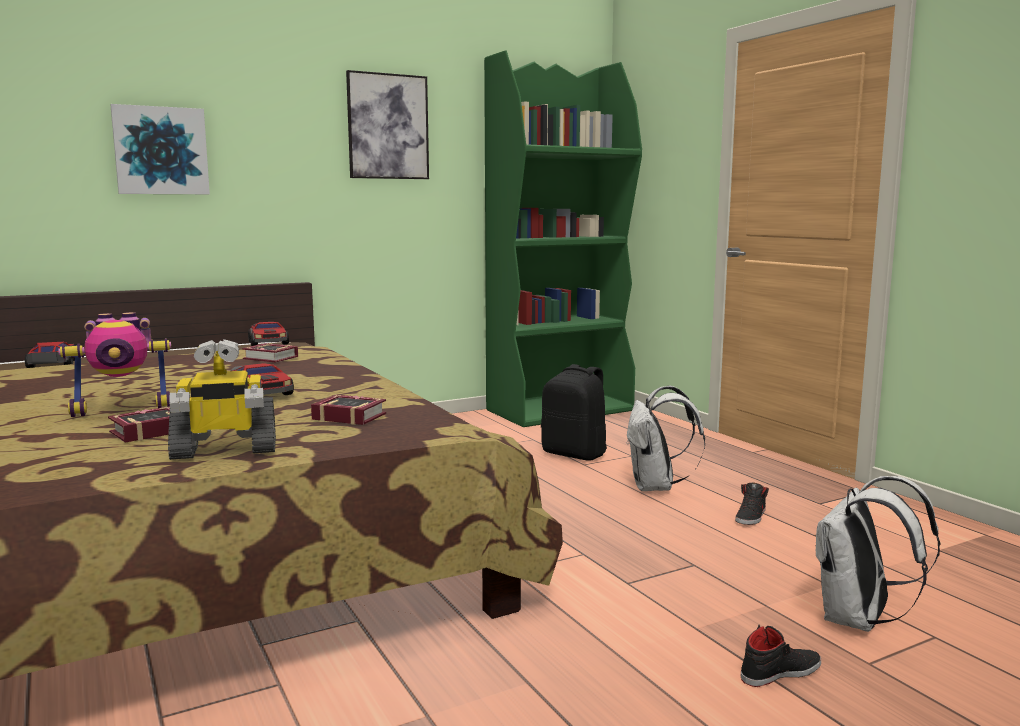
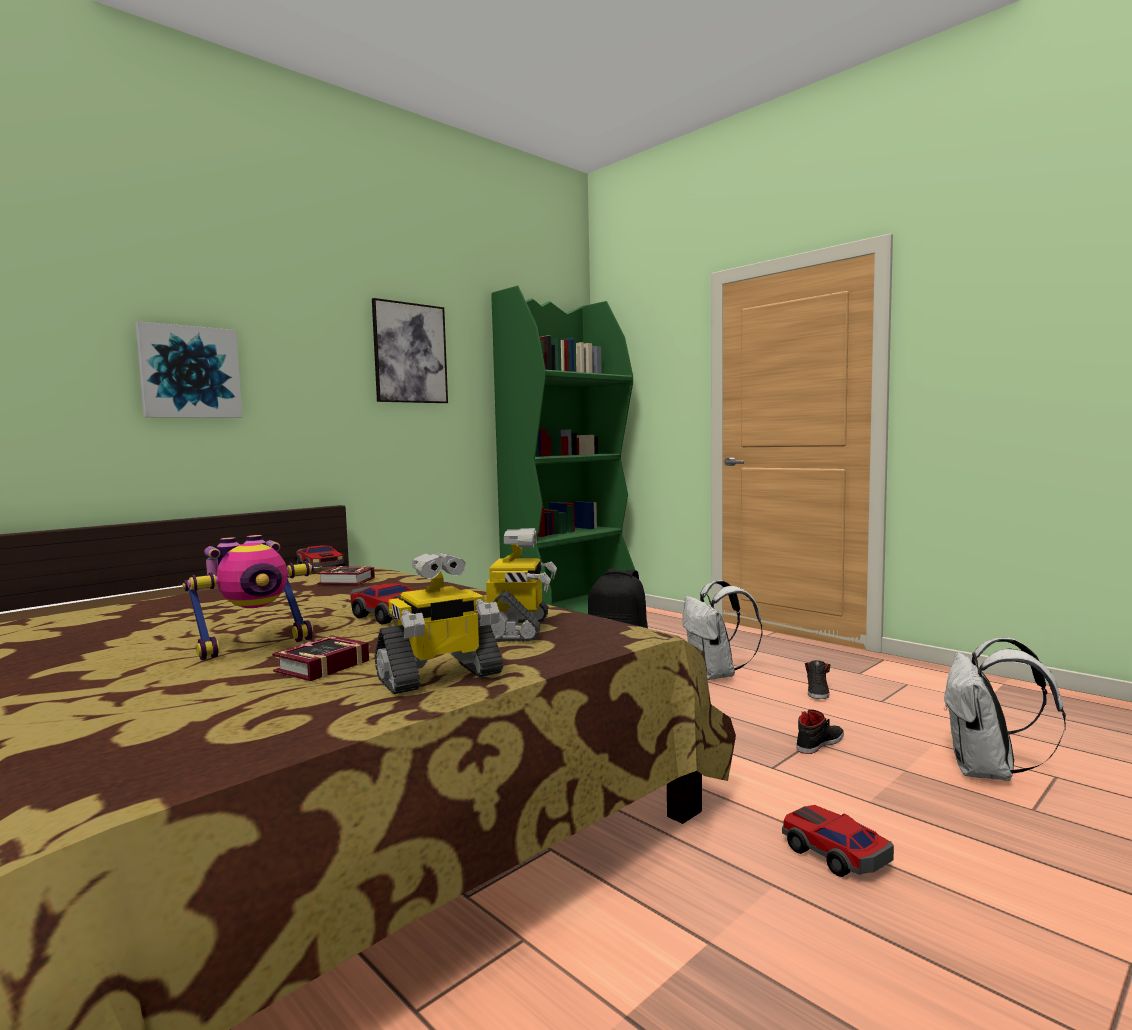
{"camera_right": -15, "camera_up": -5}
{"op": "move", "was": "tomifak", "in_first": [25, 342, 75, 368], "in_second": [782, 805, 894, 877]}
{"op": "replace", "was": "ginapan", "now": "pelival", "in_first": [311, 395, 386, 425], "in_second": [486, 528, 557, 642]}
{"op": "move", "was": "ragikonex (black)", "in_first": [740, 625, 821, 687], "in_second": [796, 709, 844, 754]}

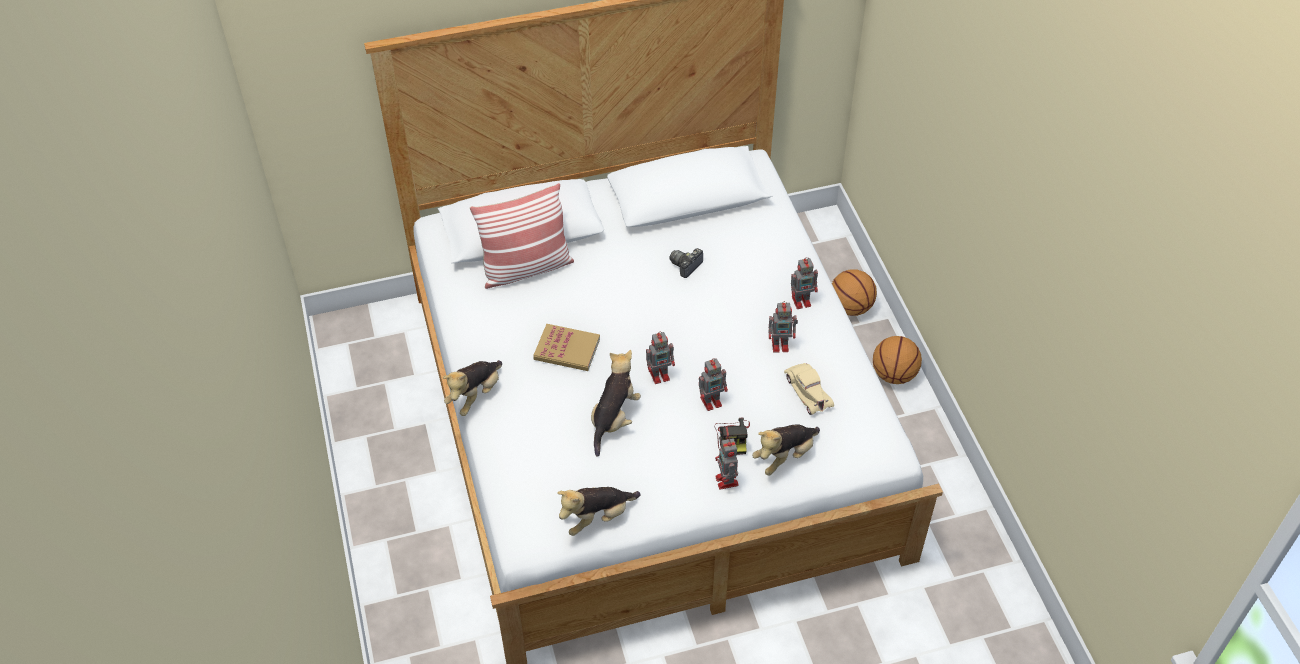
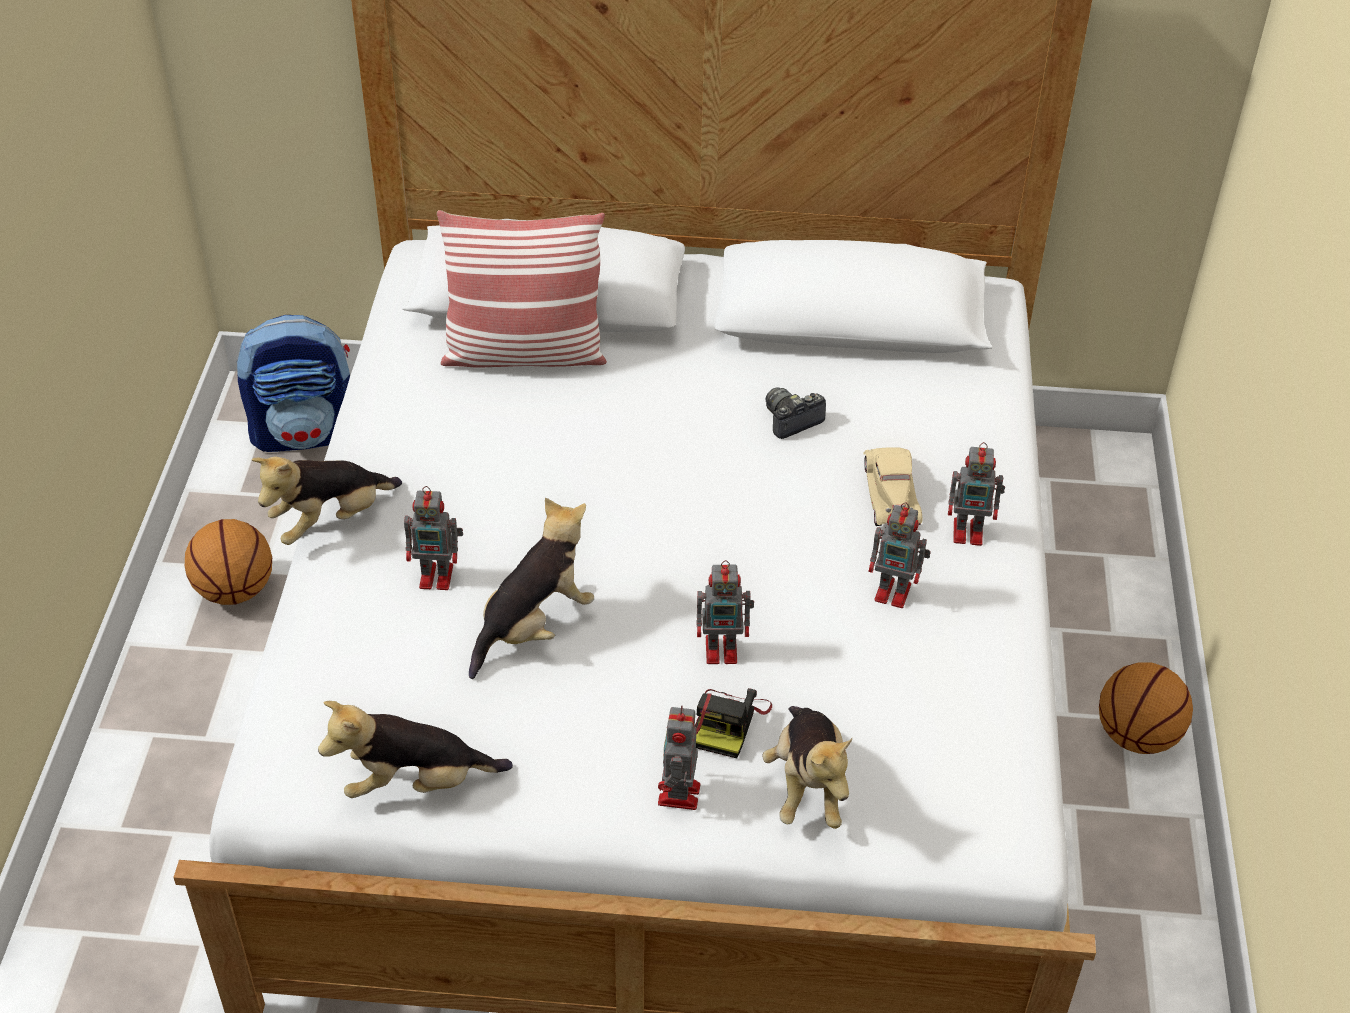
{"camera_right": 20, "camera_up": -5}
{"op": "move", "was": "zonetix", "in_first": [832, 269, 877, 316], "in_second": [185, 519, 272, 605]}
{"op": "delete", "was": "ginapan", "in_first": [533, 324, 600, 371]}
{"op": "move", "was": "pelival", "in_first": [646, 332, 675, 384], "in_second": [404, 486, 463, 590]}
{"op": "move", "was": "tomifak (beige)", "in_first": [784, 363, 834, 415], "in_second": [863, 447, 922, 526]}
{"op": "rotate", "was": "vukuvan", "in_first": [752, 424, 820, 475], "in_second": [762, 706, 852, 829], "clockwise": -75}
{"op": "insert", "now": "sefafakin", "in_second": [236, 315, 350, 452]}

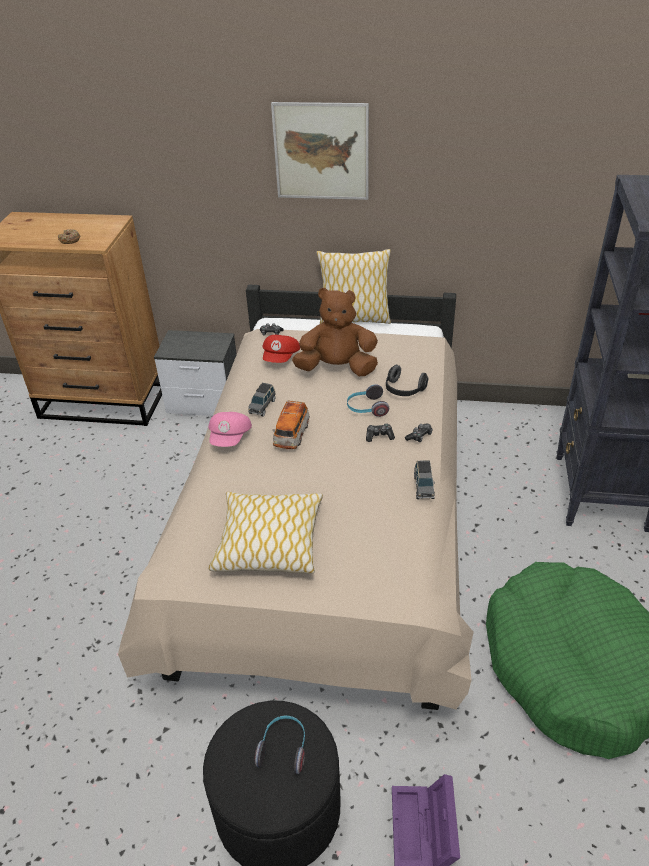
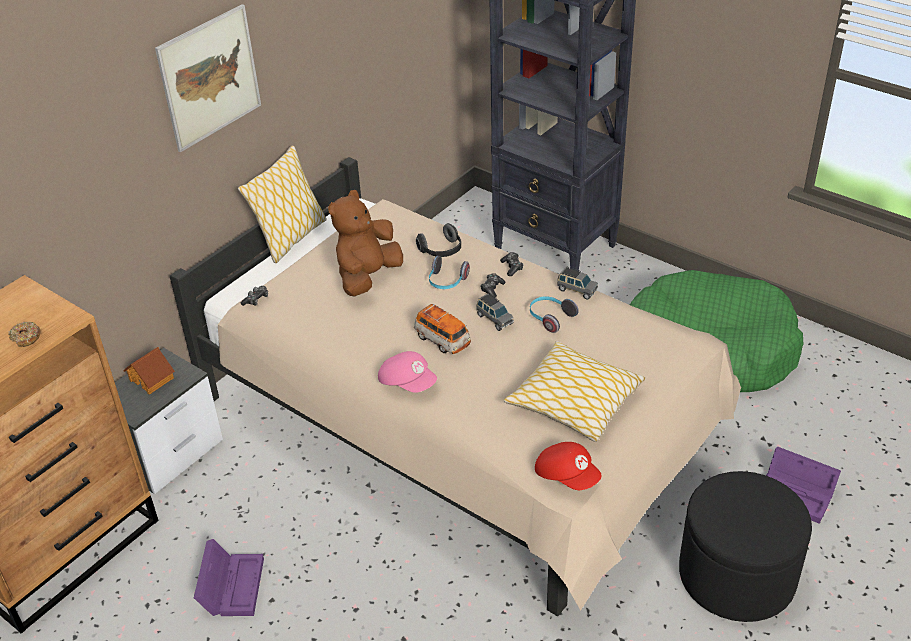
{"camera_right": -60, "camera_up": 0}
{"op": "move", "was": "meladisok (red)", "in_first": [262, 335, 300, 363], "in_second": [535, 442, 602, 490]}
{"op": "move", "was": "tomifak (grey)", "in_first": [248, 383, 276, 417], "in_second": [476, 293, 514, 331]}
{"op": "move", "was": "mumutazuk", "in_first": [255, 716, 305, 774], "in_second": [530, 296, 579, 333]}
{"op": "insert", "now": "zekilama", "in_second": [123, 347, 175, 394]}
{"op": "insert", "now": "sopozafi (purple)", "in_second": [194, 539, 264, 616]}

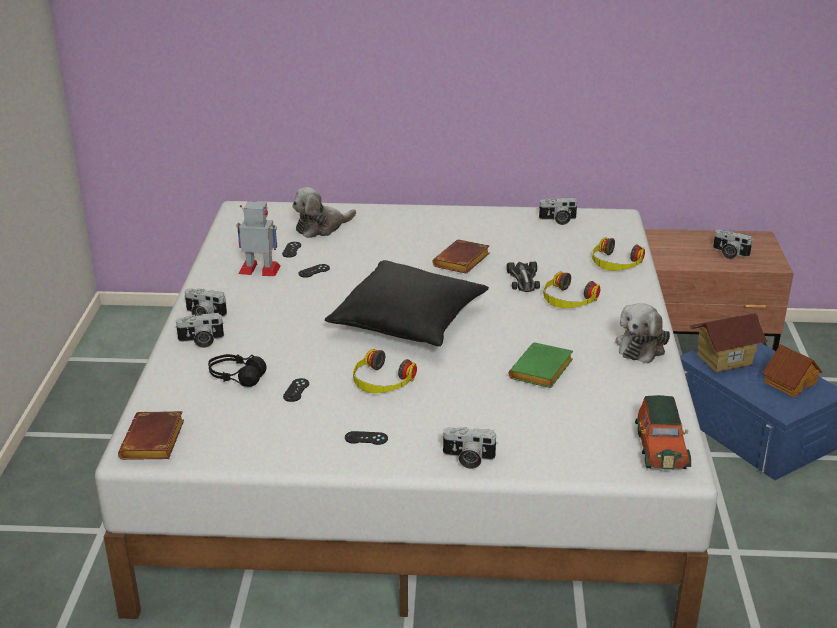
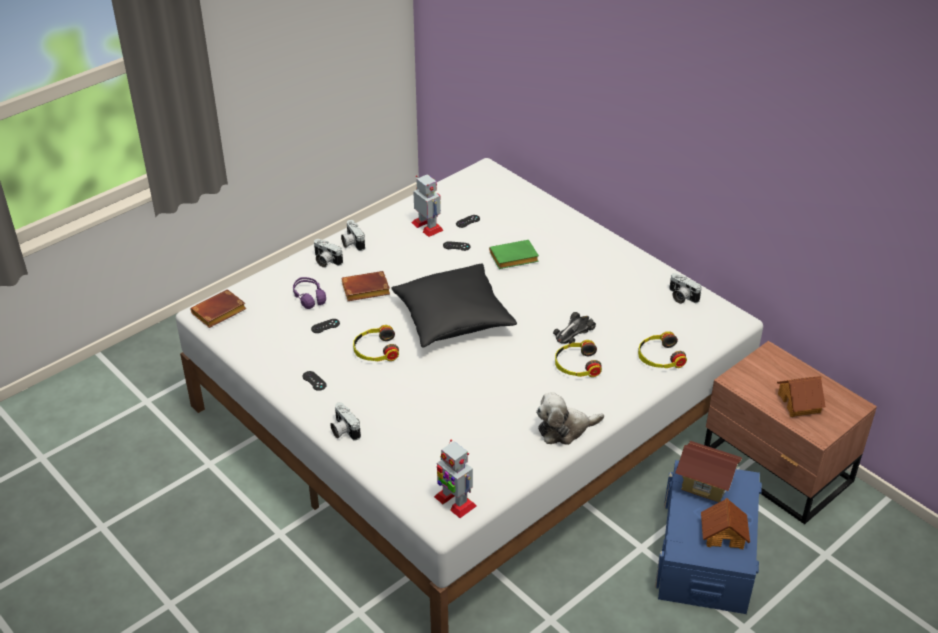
{"camera_right": 45, "camera_up": 10}
{"op": "delete", "was": "vukuvan", "in_first": [292, 187, 356, 238]}
{"op": "replace", "was": "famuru", "now": "zekilama", "in_first": [713, 230, 753, 259], "in_second": [777, 376, 826, 417]}
{"op": "move", "was": "ginapan (brown)", "in_first": [433, 239, 489, 274], "in_second": [342, 271, 390, 301]}
{"op": "move", "was": "ginapan (green)", "in_first": [509, 342, 573, 388], "in_second": [489, 240, 539, 269]}
{"op": "recolor", "was": "mumutazuk (black)", "now": "mumutazuk (purple)", "in_first": [208, 354, 267, 387], "in_second": [293, 277, 326, 309]}
{"op": "replace", "was": "tomifak", "now": "pelival", "in_first": [635, 395, 691, 470], "in_second": [434, 440, 477, 518]}

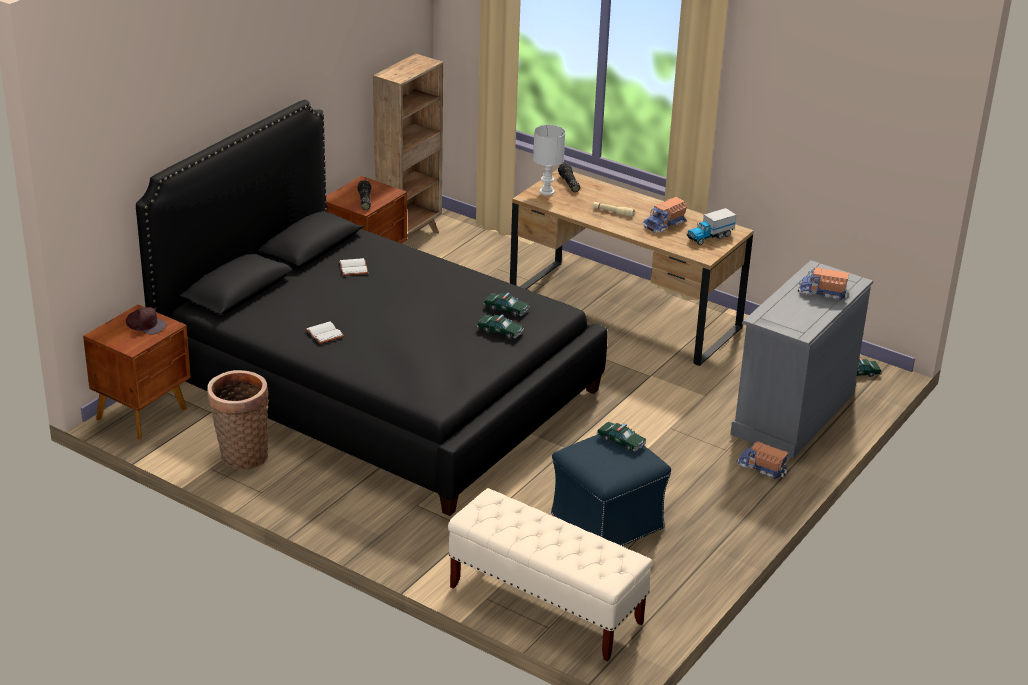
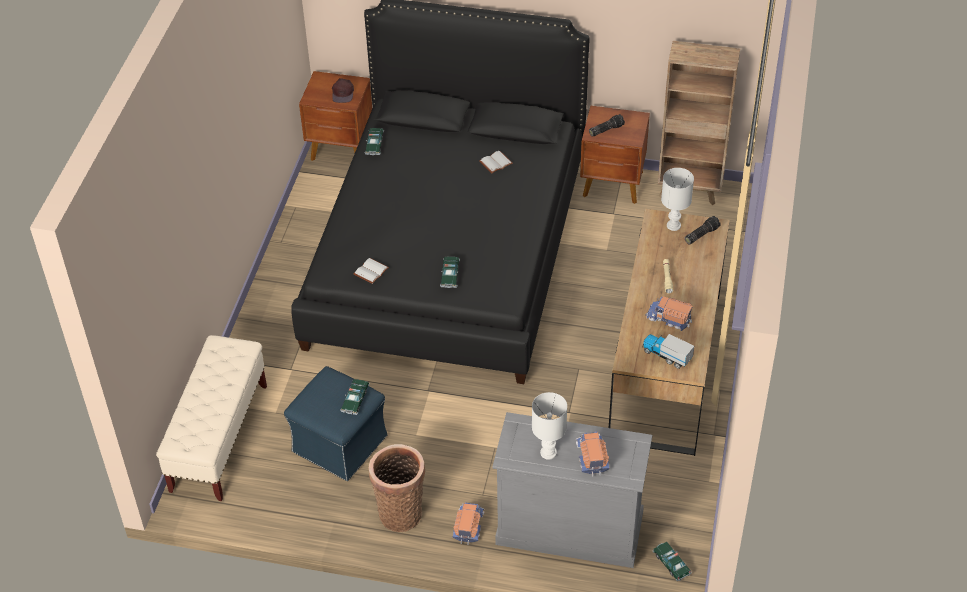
{"camera_right": 70, "camera_up": 15}
{"op": "move", "was": "tomifak", "in_first": [483, 293, 530, 316], "in_second": [365, 128, 384, 155]}
{"op": "move", "was": "ginapan (white)", "in_first": [305, 321, 344, 344], "in_second": [354, 258, 389, 284]}
{"op": "move", "was": "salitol", "in_first": [207, 370, 269, 470], "in_second": [369, 444, 425, 532]}
{"op": "insert", "now": "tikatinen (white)", "in_second": [532, 392, 567, 460]}

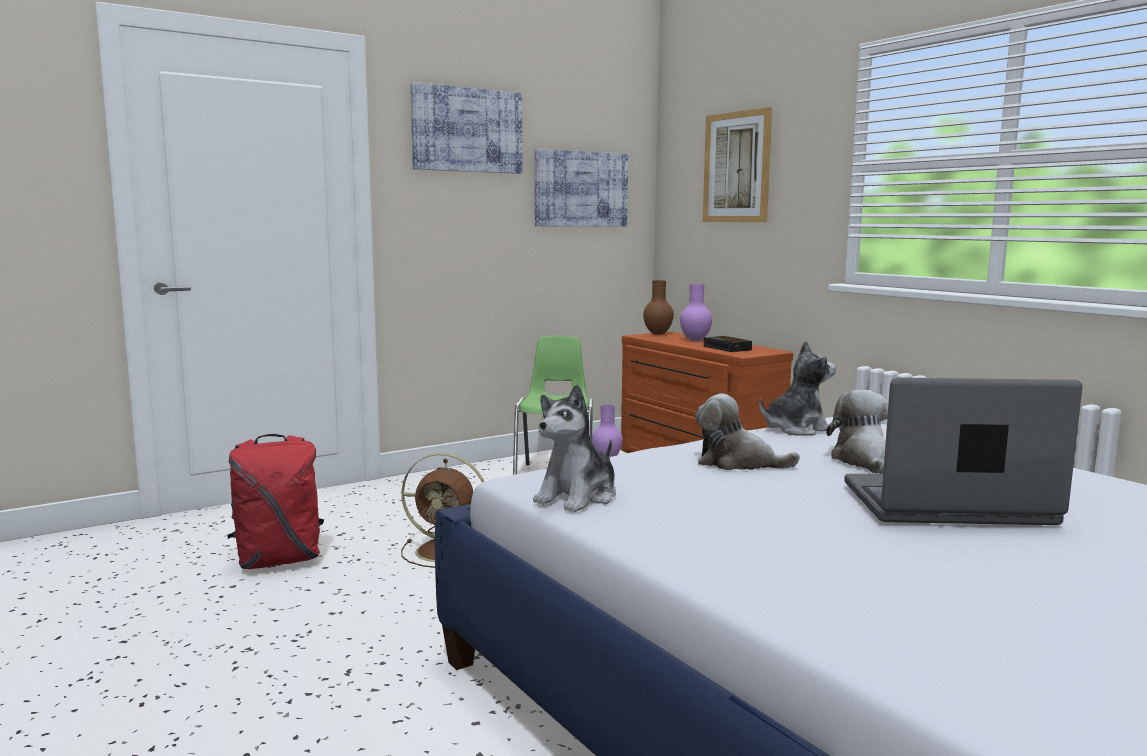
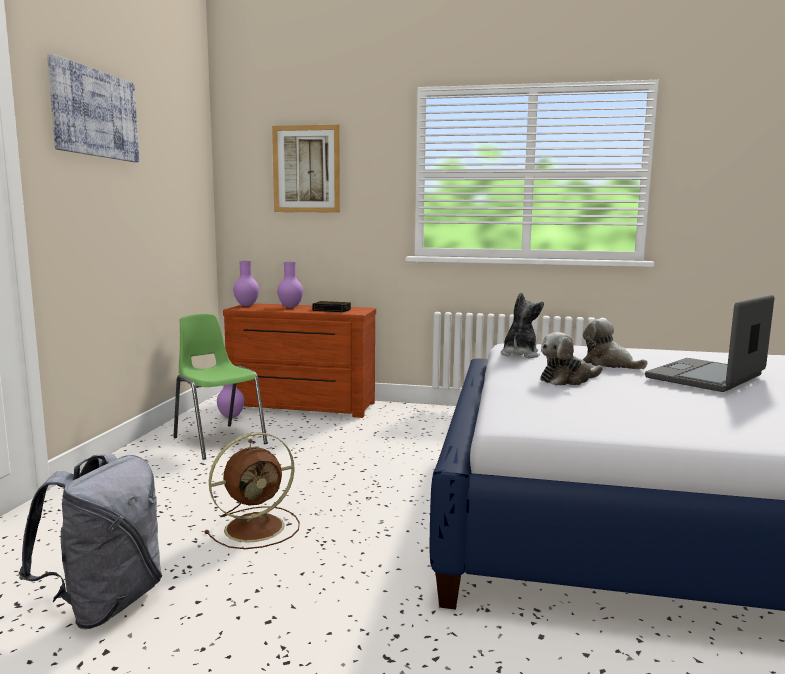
{"camera_right": -45, "camera_up": 0}
{"op": "delete", "was": "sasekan", "in_first": [535, 149, 628, 227]}
{"op": "recolor", "was": "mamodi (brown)", "now": "mamodi (purple)", "in_first": [643, 280, 674, 335], "in_second": [233, 261, 259, 306]}
{"op": "delete", "was": "vukuvan", "in_first": [533, 384, 616, 512]}
{"op": "recolor", "was": "sefafakin (red)", "now": "sefafakin (grey)", "in_first": [228, 434, 324, 569], "in_second": [19, 454, 162, 629]}

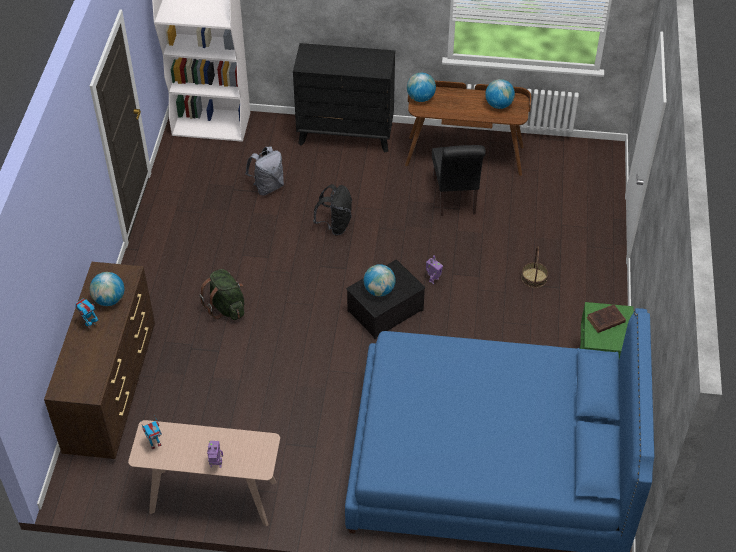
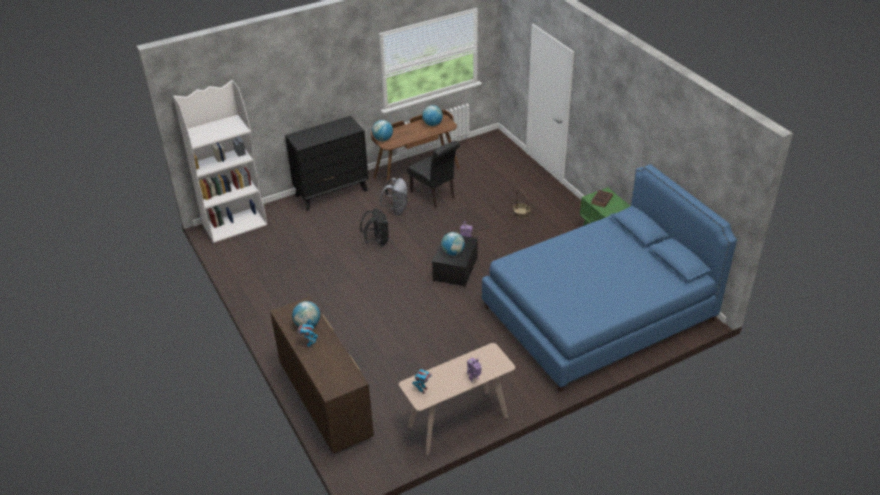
{"camera_right": -35, "camera_up": -10}
{"op": "move", "was": "sefafakin (grey)", "in_first": [245, 146, 284, 196], "in_second": [380, 178, 408, 215]}
{"op": "delete", "was": "sefafakin (green)", "in_first": [199, 269, 244, 320]}

